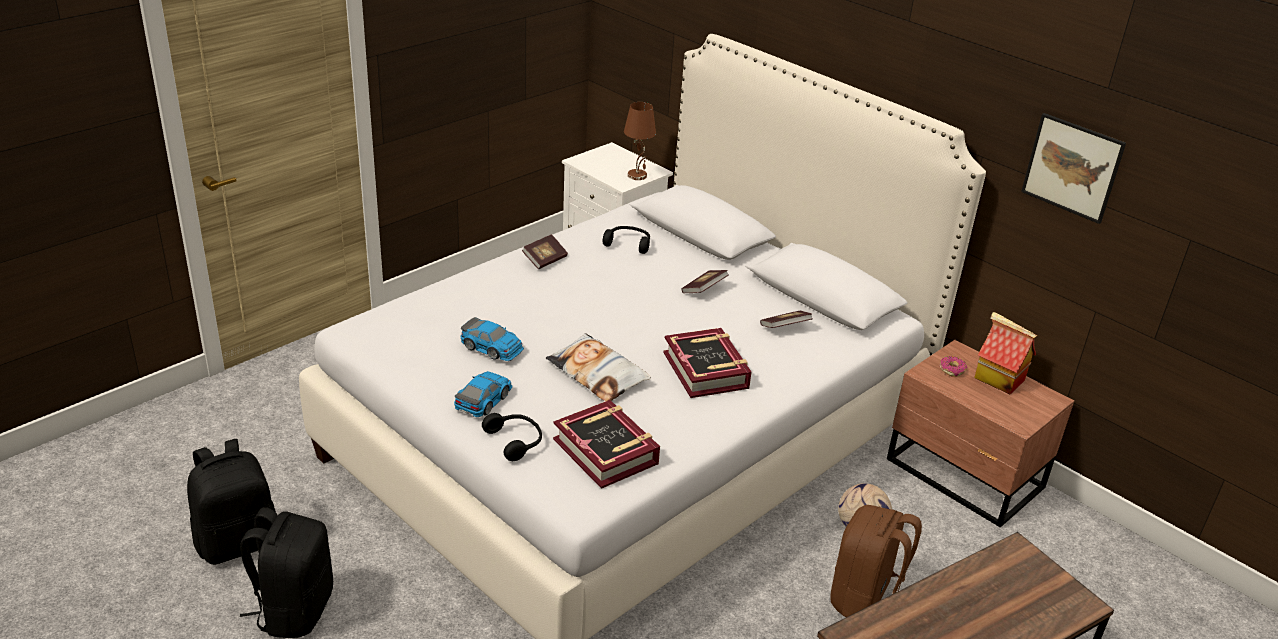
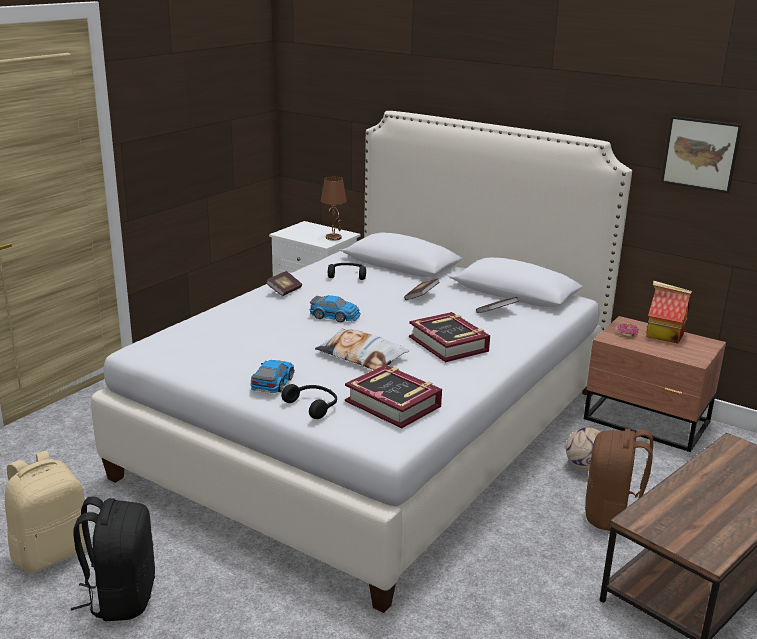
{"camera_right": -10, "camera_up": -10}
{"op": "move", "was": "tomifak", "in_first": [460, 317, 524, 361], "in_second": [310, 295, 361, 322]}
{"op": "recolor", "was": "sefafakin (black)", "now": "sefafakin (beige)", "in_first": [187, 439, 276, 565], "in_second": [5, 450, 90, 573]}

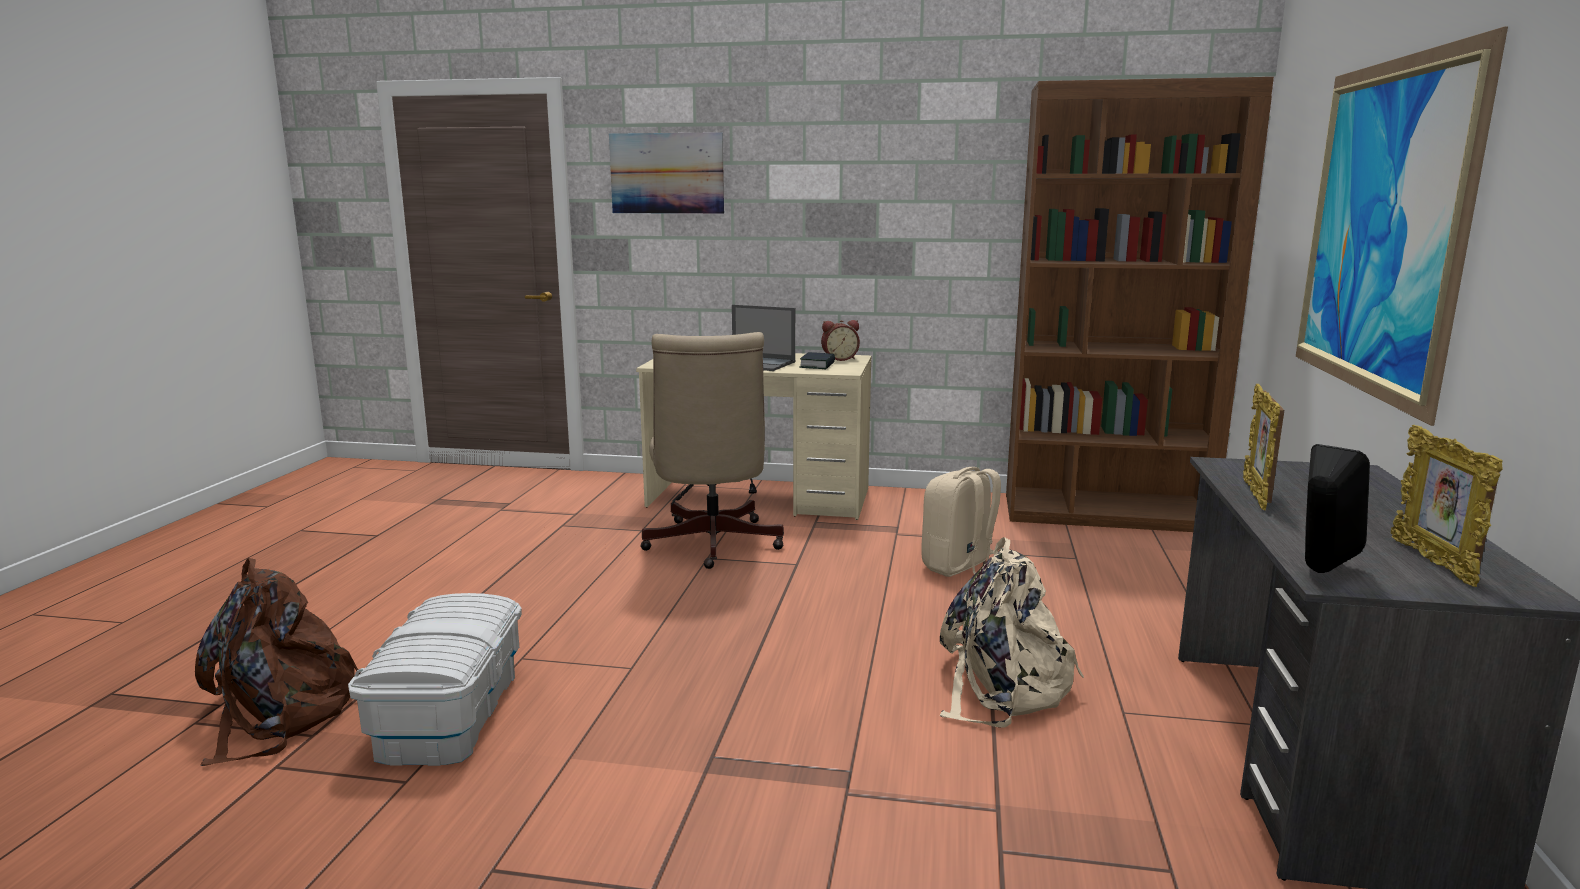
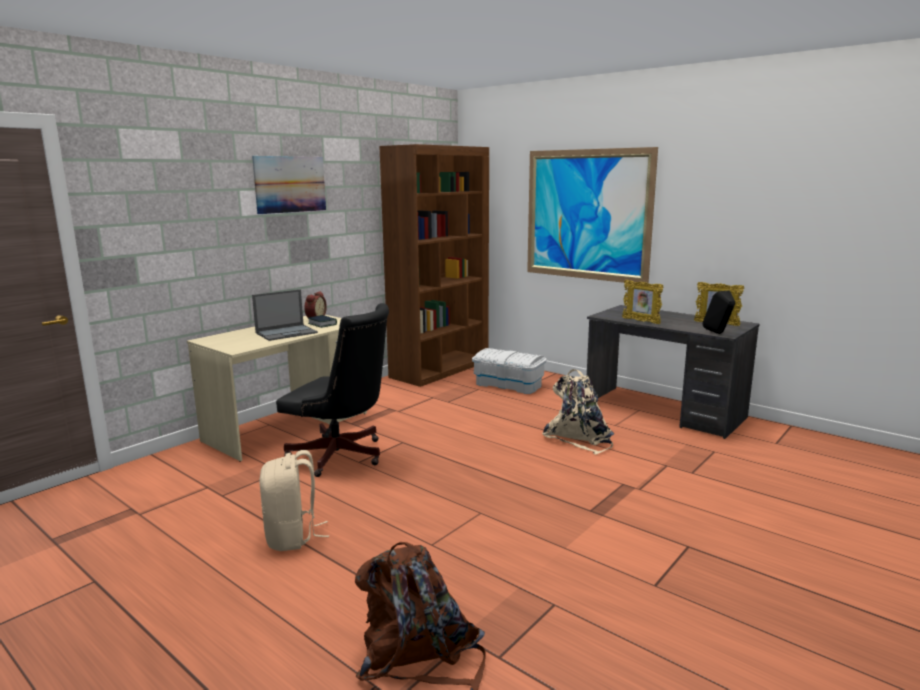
{"camera_right": -60, "camera_up": 0}
{"op": "move", "was": "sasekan", "in_first": [609, 132, 724, 214], "in_second": [252, 156, 326, 214]}
{"op": "recolor", "was": "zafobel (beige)", "now": "zafobel (black)", "in_first": [640, 332, 784, 569], "in_second": [276, 303, 389, 477]}
{"op": "move", "was": "sefafakin (beige)", "in_first": [921, 467, 1001, 577], "in_second": [259, 450, 329, 551]}
{"op": "move", "was": "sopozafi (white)", "in_first": [348, 593, 522, 766], "in_second": [472, 348, 546, 394]}

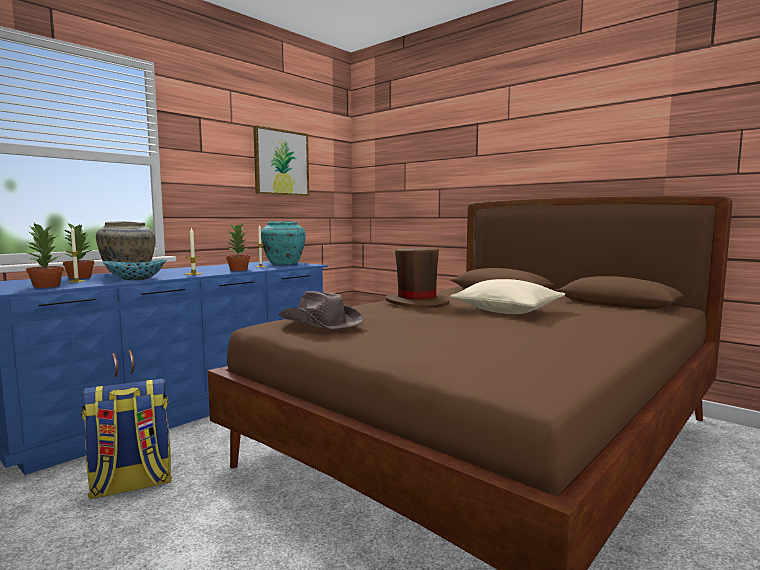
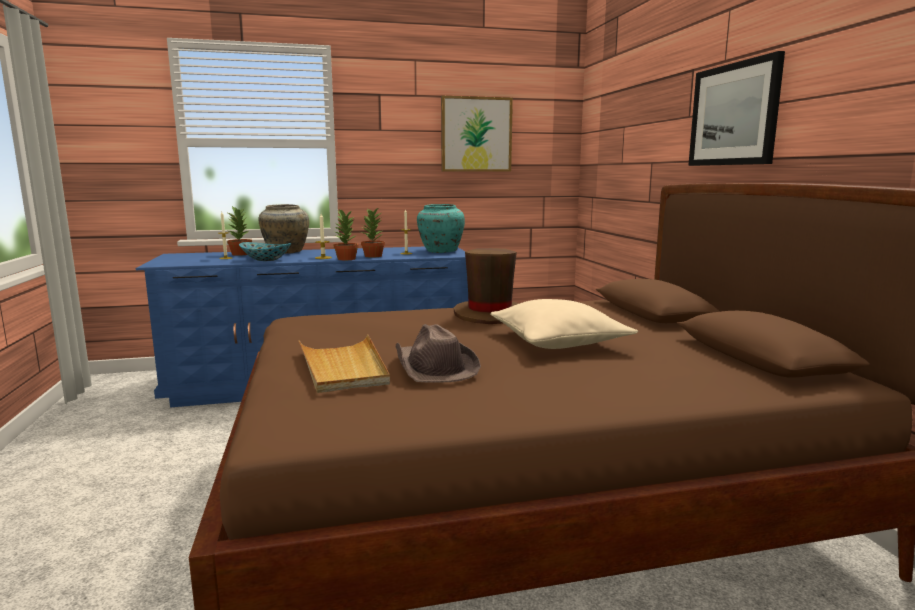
{"camera_right": 35, "camera_up": 5}
{"op": "move", "was": "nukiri", "in_first": [26, 223, 64, 288], "in_second": [333, 209, 359, 260]}
{"op": "move", "was": "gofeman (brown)", "in_first": [278, 291, 363, 329], "in_second": [396, 324, 481, 383]}
{"op": "delete", "was": "sefafakin", "in_first": [81, 379, 172, 499]}
{"op": "insert", "now": "sasekan", "in_second": [688, 51, 785, 166]}
{"op": "insert", "now": "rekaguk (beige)", "in_second": [299, 334, 390, 393]}

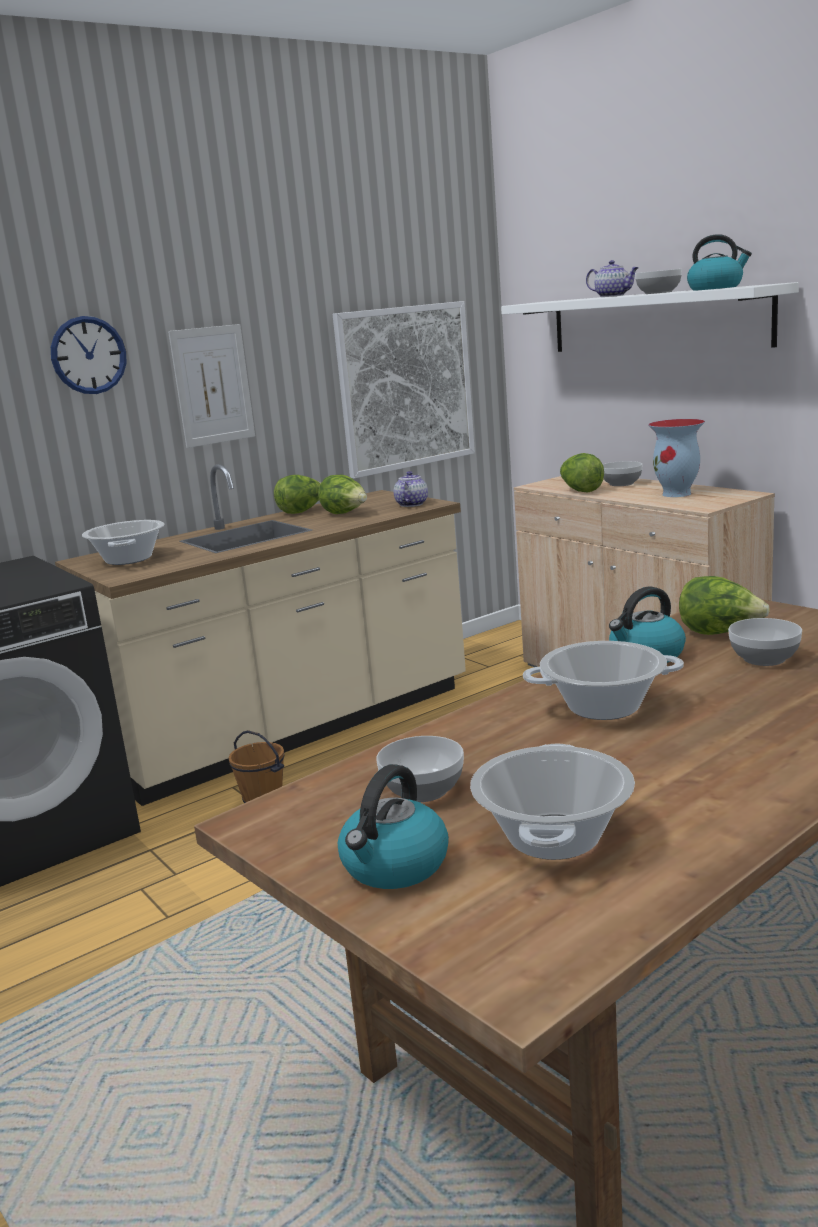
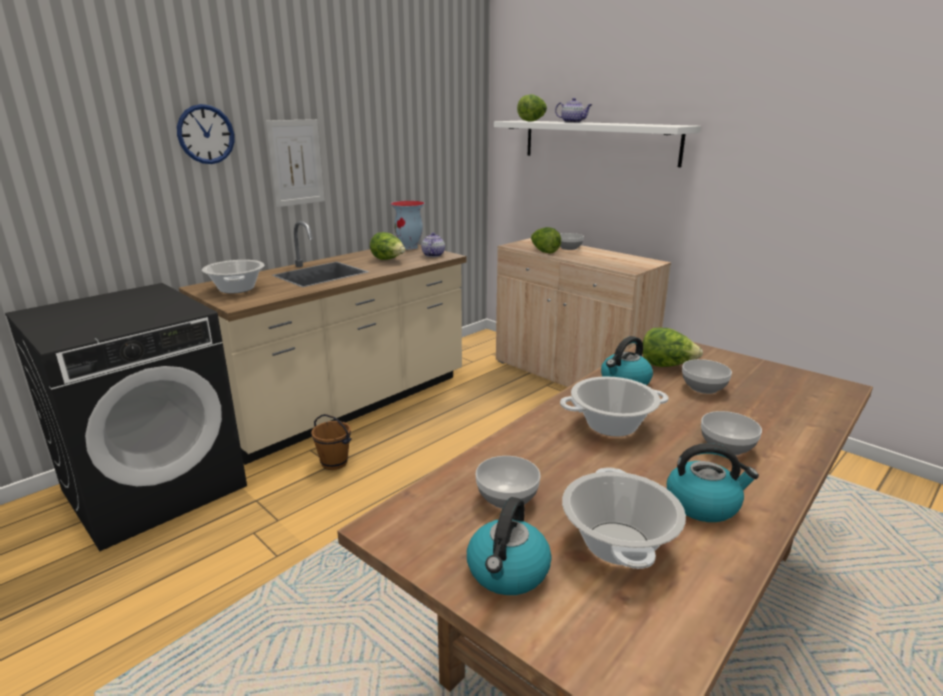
{"camera_right": -10, "camera_up": 5}
{"op": "move", "was": "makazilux", "in_first": [687, 234, 752, 291], "in_second": [667, 443, 759, 522]}
{"op": "move", "was": "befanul", "in_first": [635, 269, 682, 294], "in_second": [701, 411, 762, 455]}
{"op": "delete", "was": "sasekan", "in_first": [333, 301, 475, 479]}
{"op": "move", "was": "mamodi", "in_first": [648, 419, 705, 497], "in_second": [391, 201, 425, 250]}
{"op": "move", "was": "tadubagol", "in_first": [274, 475, 321, 514], "in_second": [517, 94, 547, 122]}

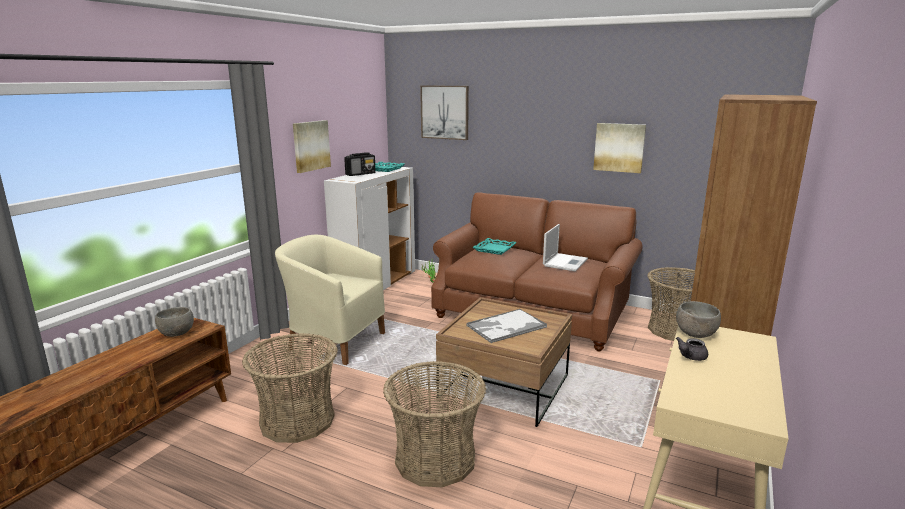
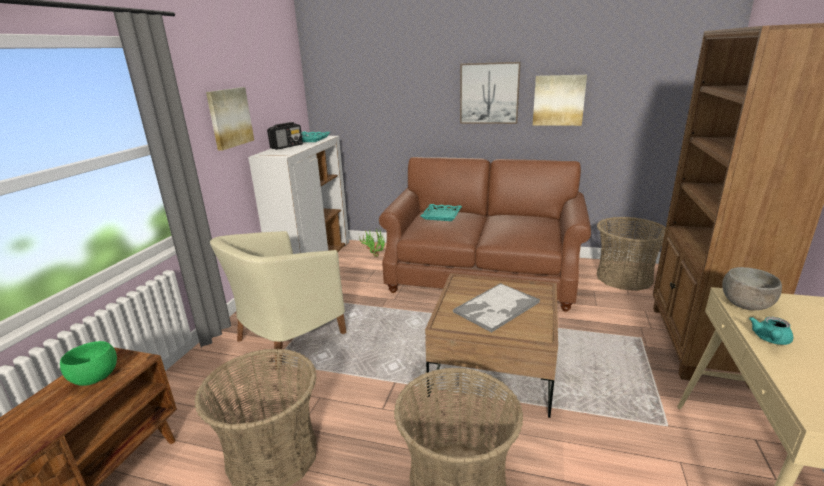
{"camera_right": -10, "camera_up": 5}
{"op": "move", "was": "sasekan", "in_first": [420, 85, 469, 140], "in_second": [460, 62, 521, 124]}
{"op": "delete", "was": "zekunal", "in_first": [543, 224, 588, 271]}
{"op": "rotate", "was": "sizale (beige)", "in_first": [275, 235, 385, 365], "in_second": [210, 231, 347, 369], "clockwise": -60}
{"op": "recolor", "was": "befanul (grey)", "now": "befanul (green)", "in_first": [155, 307, 194, 337], "in_second": [60, 341, 117, 386]}
{"op": "recolor", "was": "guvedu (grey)", "now": "guvedu (turquoise)", "in_first": [676, 337, 708, 361], "in_second": [749, 317, 793, 345]}

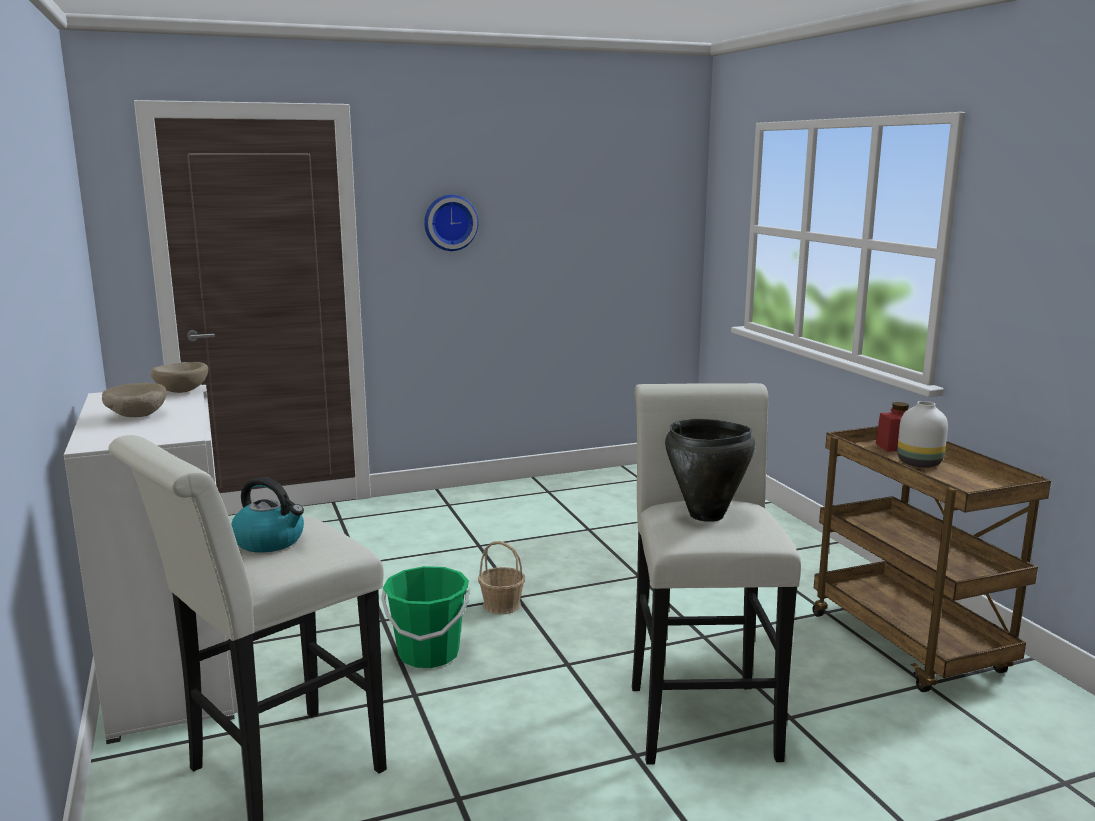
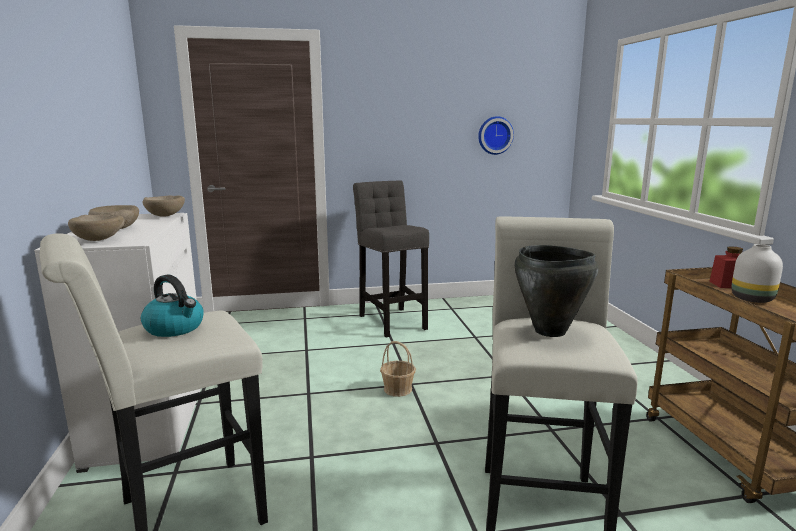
{"camera_right": 10, "camera_up": 0}
{"op": "move", "was": "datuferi", "in_first": [424, 195, 478, 251], "in_second": [478, 116, 514, 155]}
{"op": "delete", "was": "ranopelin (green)", "in_first": [381, 566, 470, 668]}
{"op": "insert", "now": "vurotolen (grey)", "in_second": [353, 181, 429, 337]}
{"op": "insert", "now": "befanul (beige)", "in_second": [68, 214, 125, 241]}

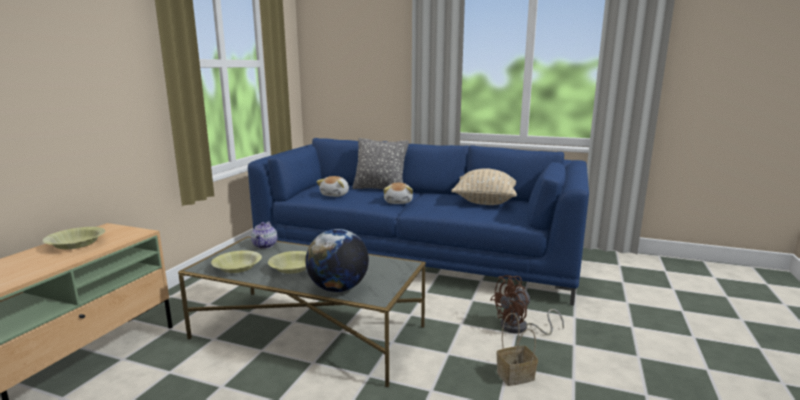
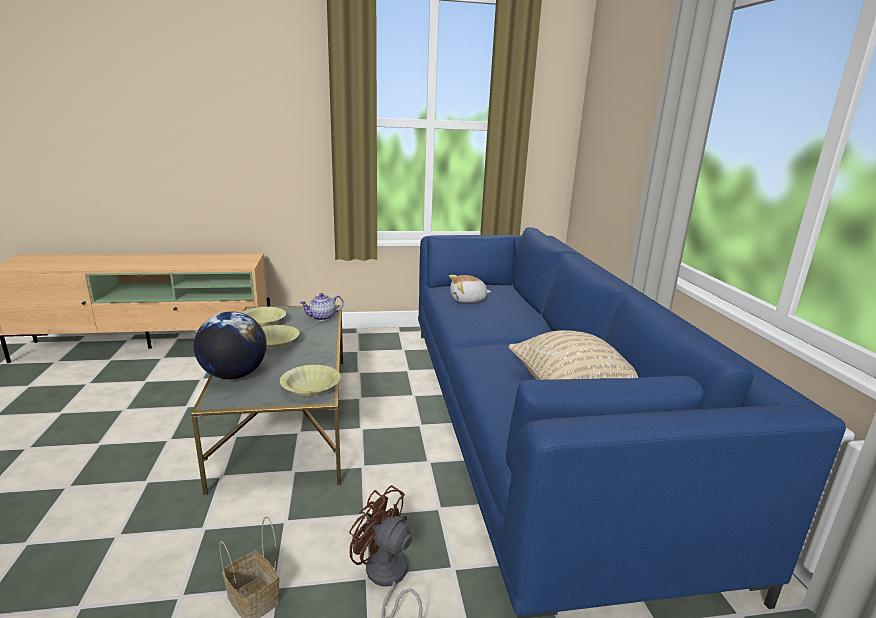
{"camera_right": 60, "camera_up": 5}
{"op": "delete", "was": "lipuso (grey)", "in_first": [352, 138, 409, 189]}
{"op": "delete", "was": "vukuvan", "in_first": [383, 183, 413, 204]}
{"op": "move", "was": "befanul (yellow)", "in_first": [42, 227, 105, 249], "in_second": [280, 365, 341, 396]}

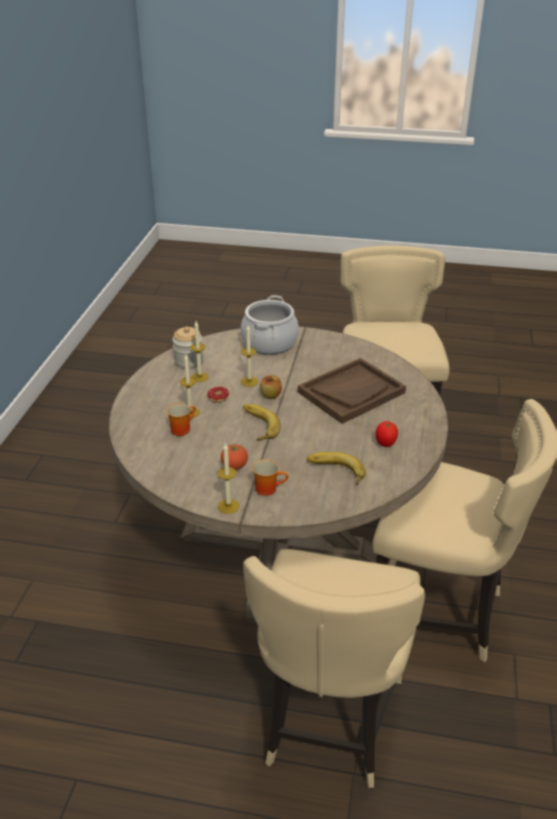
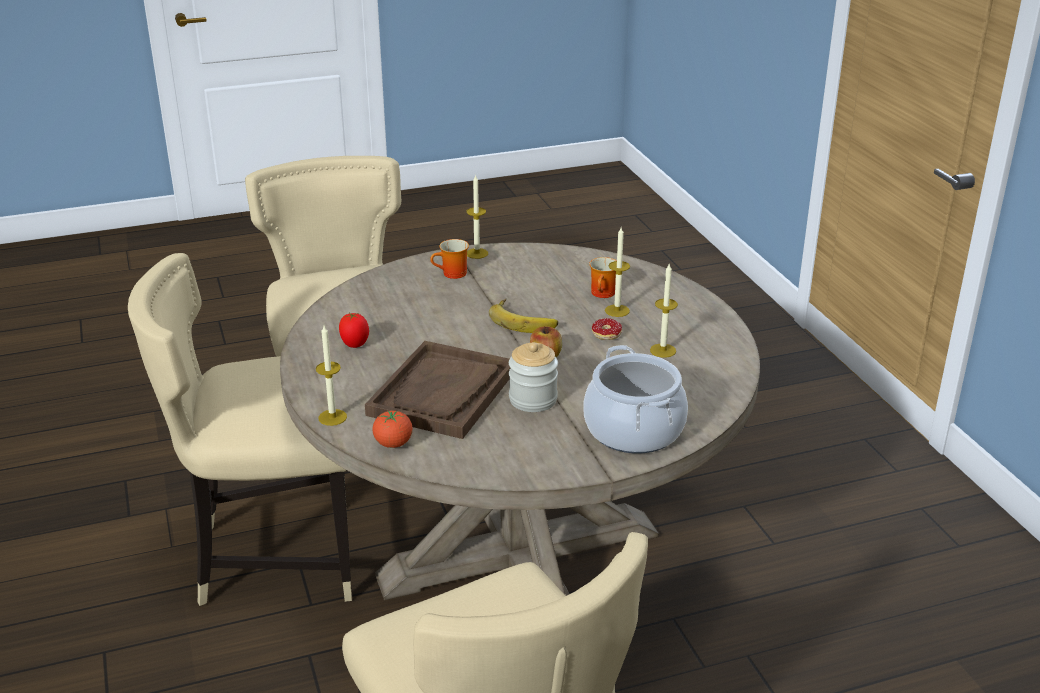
{"camera_right": 150, "camera_up": -5}
{"op": "move", "was": "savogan", "in_first": [241, 325, 258, 387], "in_second": [316, 326, 347, 426]}
{"op": "move", "was": "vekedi", "in_first": [172, 326, 204, 369], "in_second": [509, 342, 558, 412]}
{"op": "move", "was": "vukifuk", "in_first": [221, 444, 248, 470], "in_second": [372, 411, 413, 448]}
{"op": "delete", "was": "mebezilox", "in_first": [307, 452, 366, 485]}

